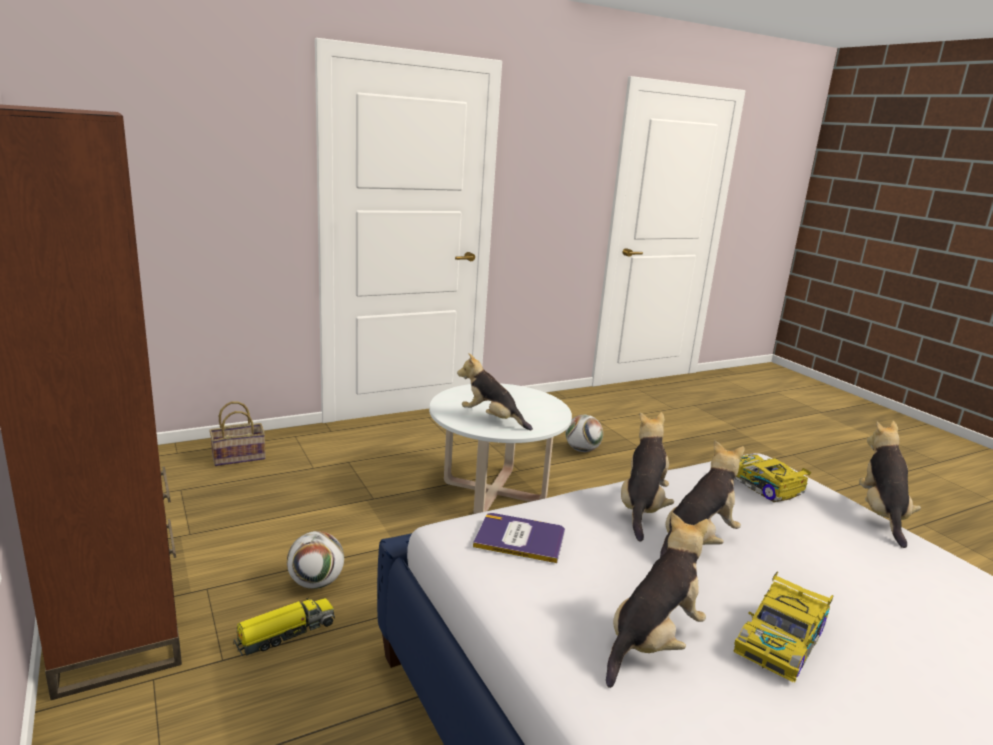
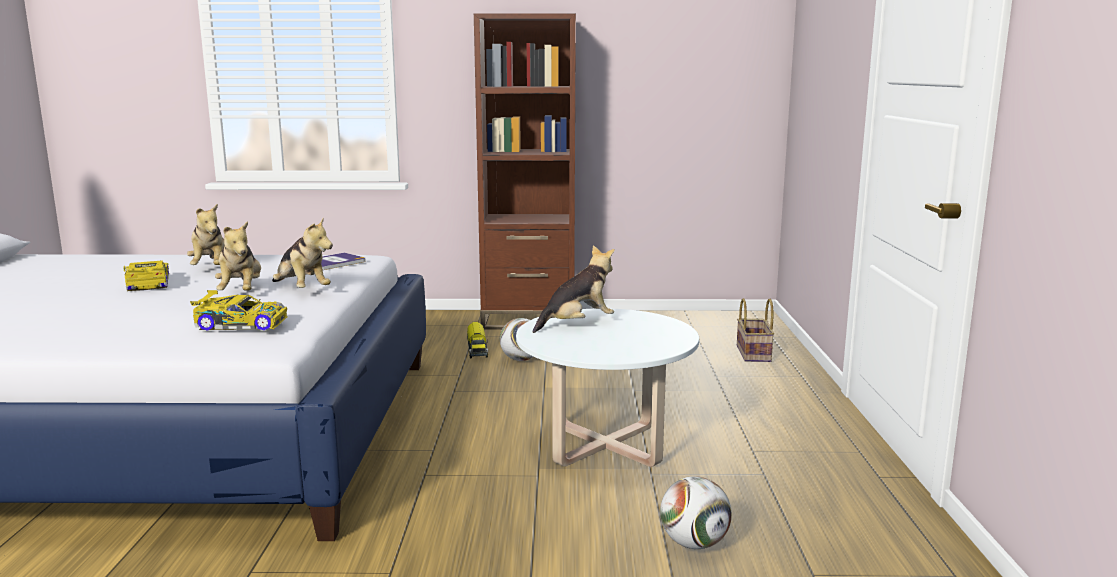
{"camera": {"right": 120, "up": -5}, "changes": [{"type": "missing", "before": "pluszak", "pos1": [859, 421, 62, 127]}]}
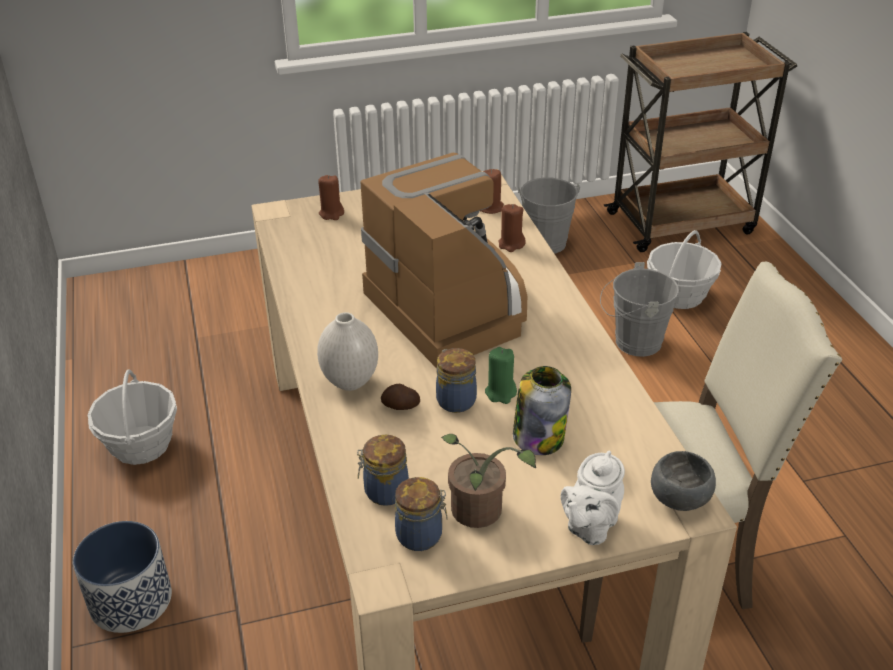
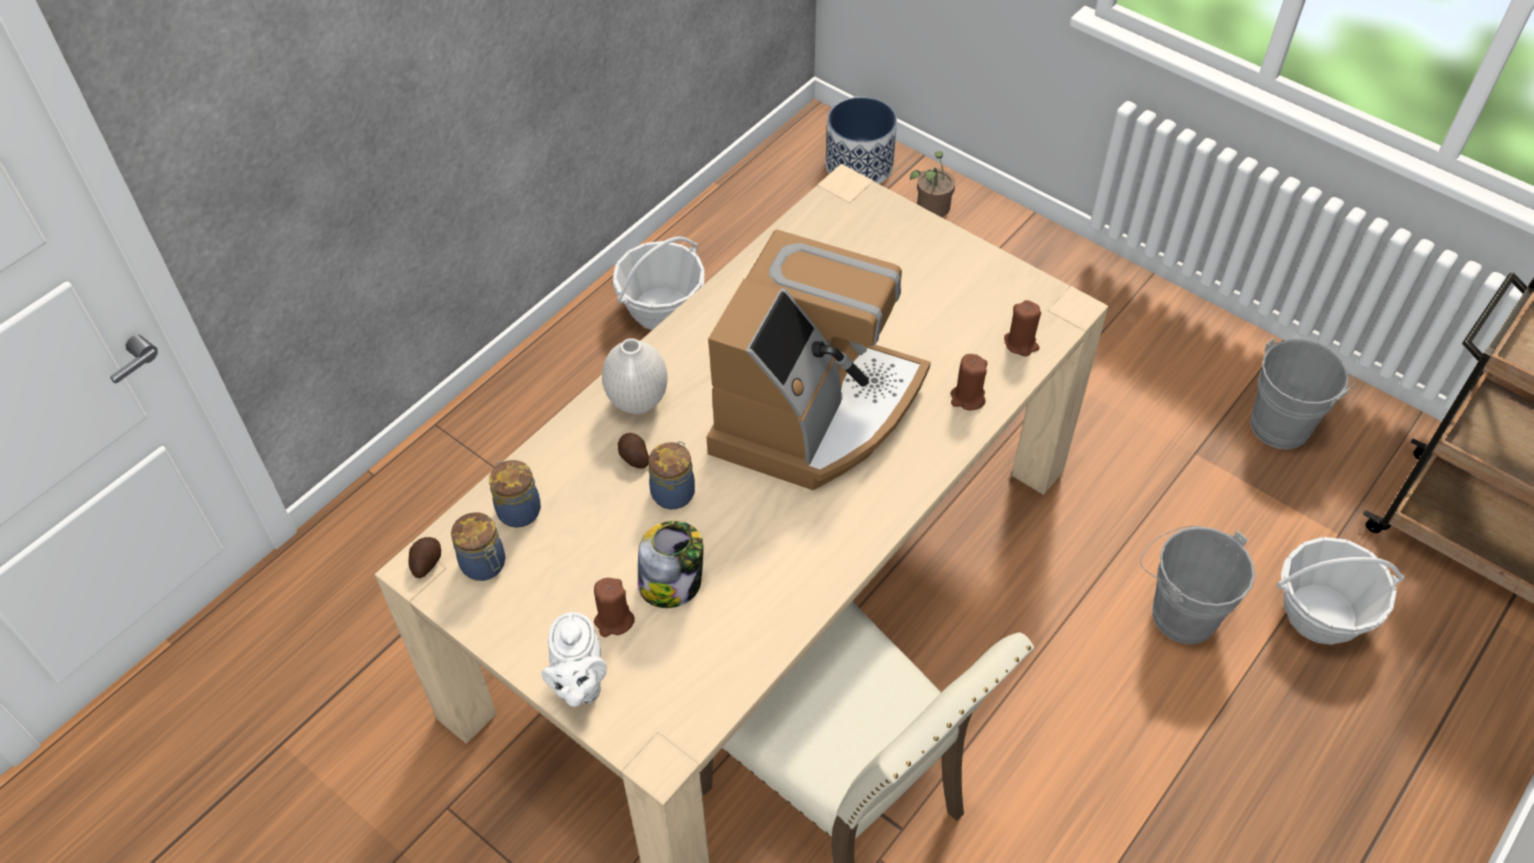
{"camera": {"right": 55, "up": 15}, "changes": [{"type": "missing", "before": "świeca/zielony", "pos1": [485, 347, 32, 57]}, {"type": "missing", "before": "miska/szary", "pos1": [651, 451, 65, 60]}, {"type": "appeared", "after": "ziemniak", "pos2": [408, 537, 33, 41]}, {"type": "relocated", "before": "donica", "pos1": [73, 521, 99, 112], "pos2": [826, 97, 71, 87]}, {"type": "relocated", "before": "świeca/brązowy", "pos1": [318, 175, 26, 45], "pos2": [594, 578, 41, 59]}, {"type": "relocated", "before": "roślina doniczkowa", "pos1": [441, 434, 95, 94], "pos2": [910, 151, 45, 66]}, {"type": "spun", "before": "imbryk/biały", "pos1": [561, 451, 64, 94], "pos2": [541, 612, 66, 95], "turn": -90}]}
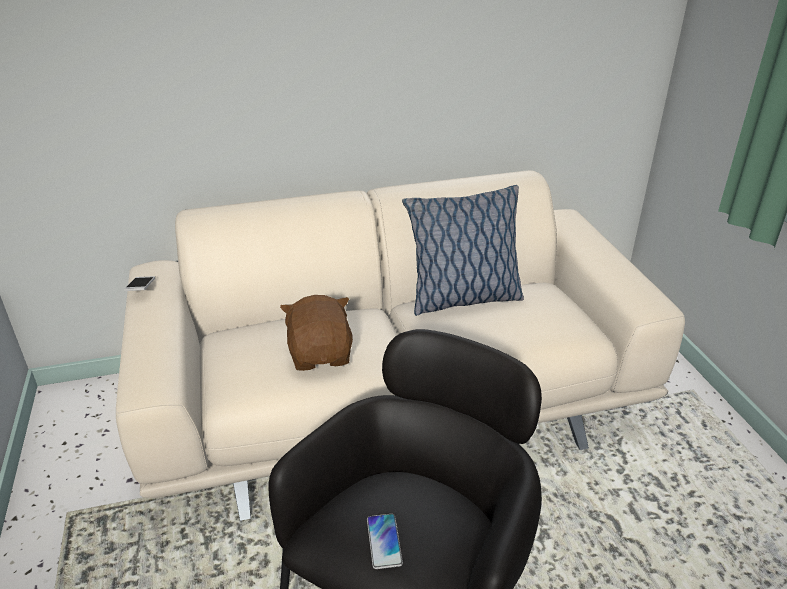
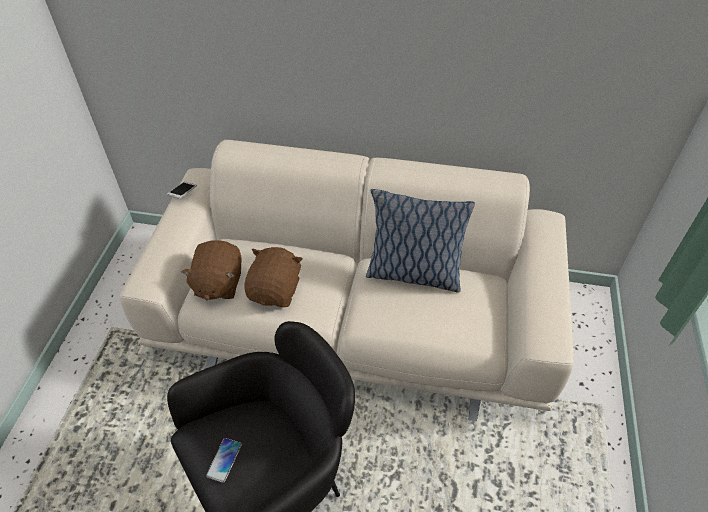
{"camera": {"right": 25, "up": 15}, "changes": [{"type": "appeared", "after": "pluszak/brązowy", "pos2": [181, 240, 61, 60]}]}
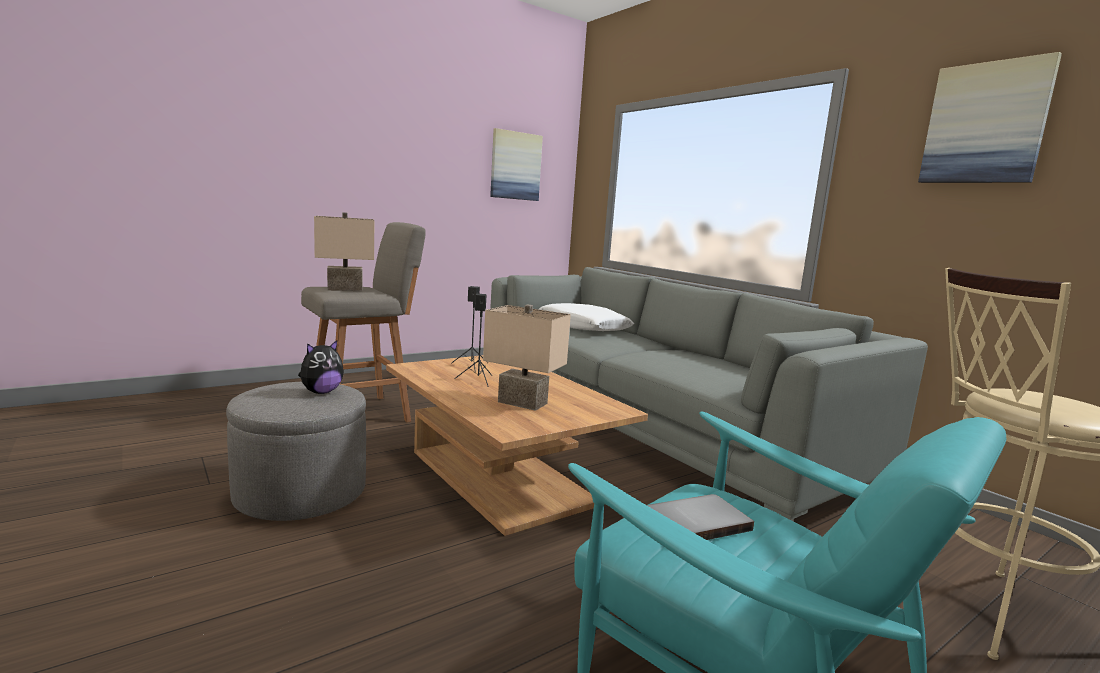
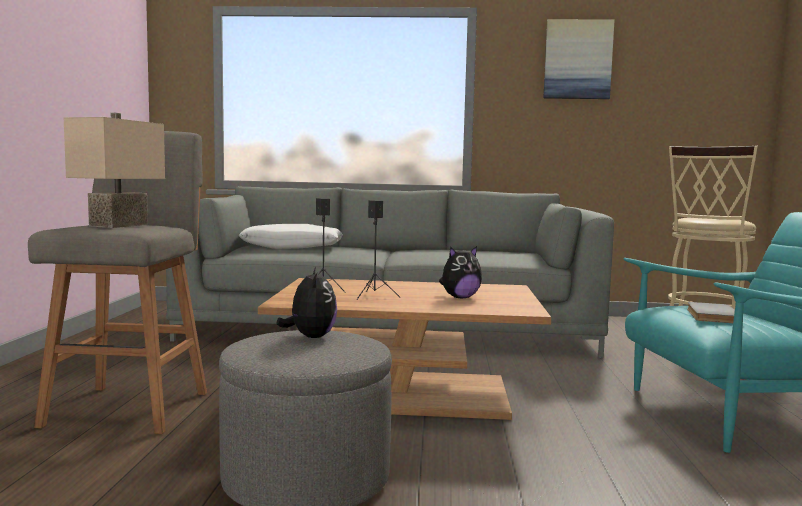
{"camera": {"right": -50, "up": -5}, "changes": [{"type": "missing", "before": "obraz", "pos1": [490, 128, 53, 73]}, {"type": "exchanged", "before": "lampa stołowa/beżowy", "after": "pluszak", "pos1": [483, 304, 88, 107], "pos2": [439, 246, 43, 53]}]}
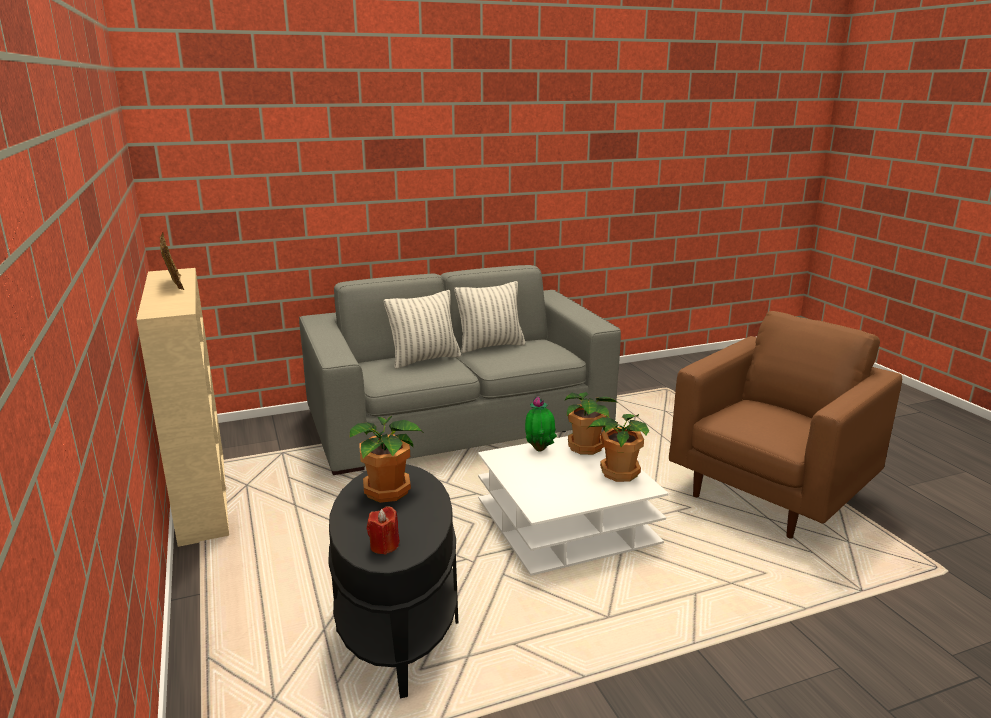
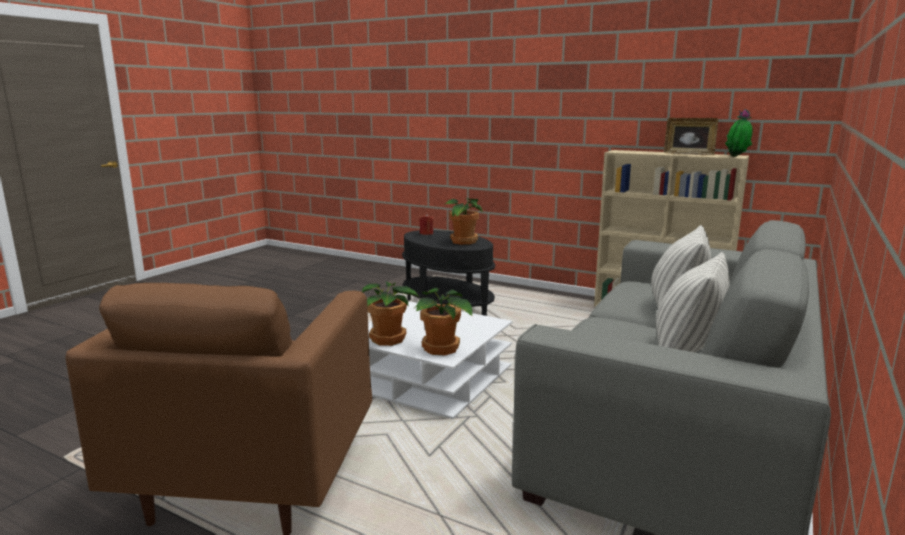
{"camera": {"right": 140, "up": -5}, "changes": [{"type": "relocated", "before": "roślina doniczkowa", "pos1": [525, 396, 32, 55], "pos2": [725, 109, 28, 48]}]}
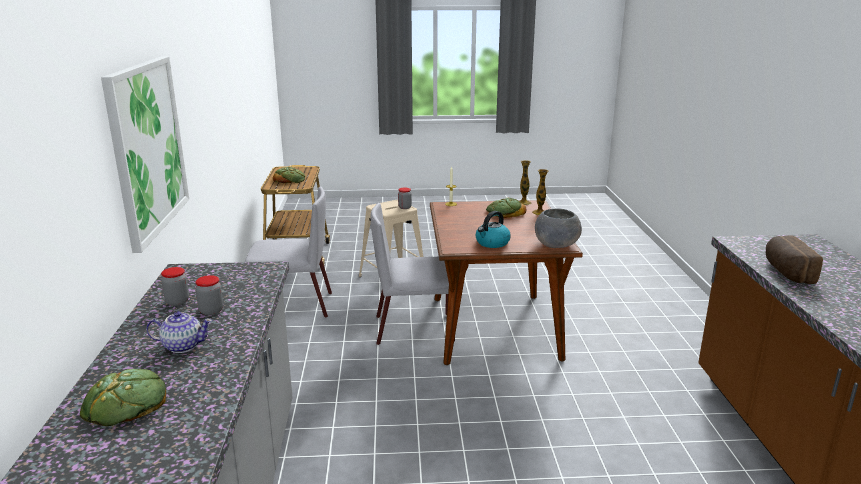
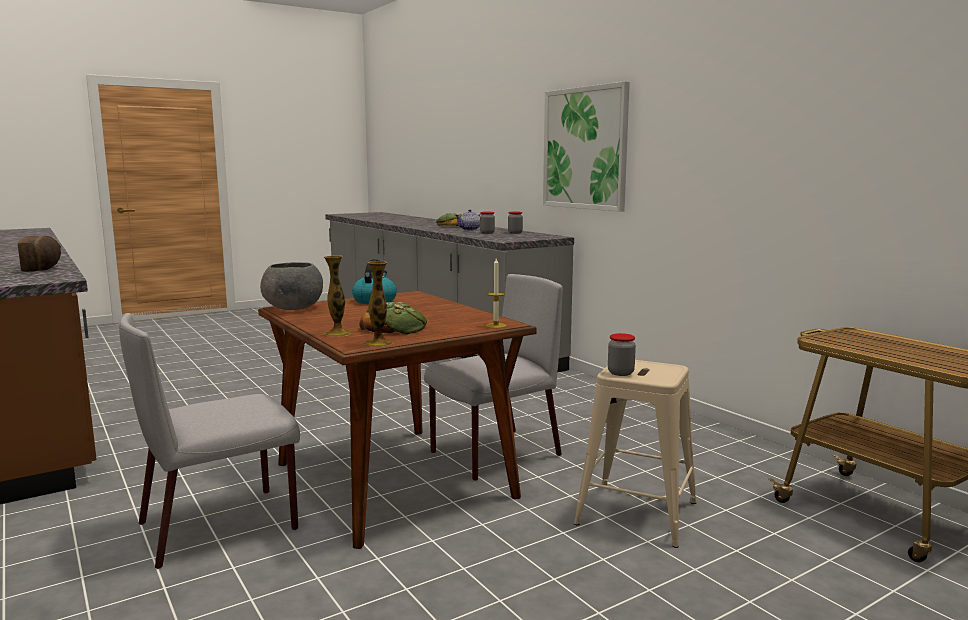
{"camera": {"right": 150, "up": -10}, "changes": [{"type": "missing", "before": "chleb", "pos1": [273, 167, 33, 16]}, {"type": "relocated", "before": "krzesło/szary", "pos1": [245, 186, 87, 132], "pos2": [119, 313, 181, 256]}]}
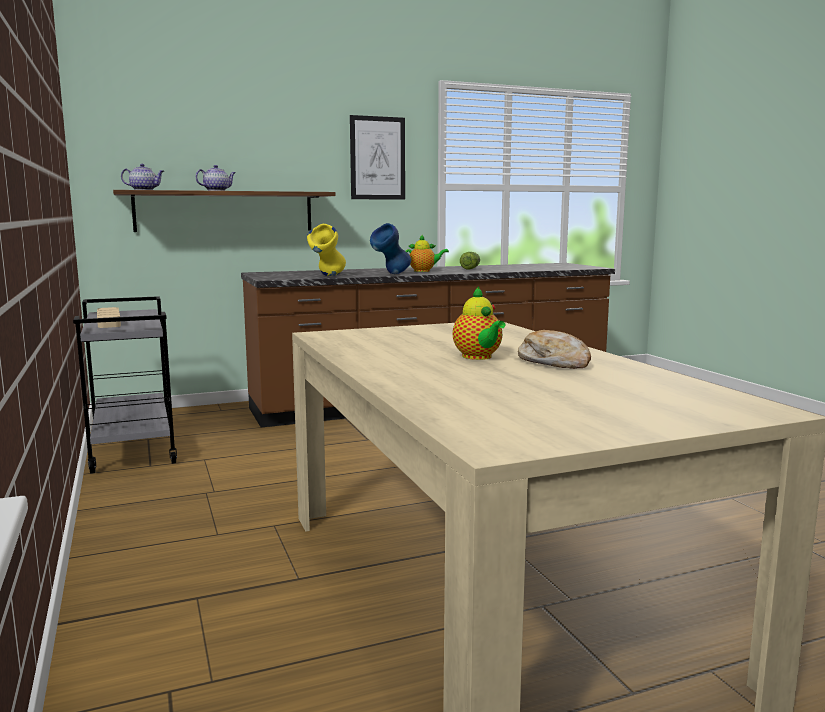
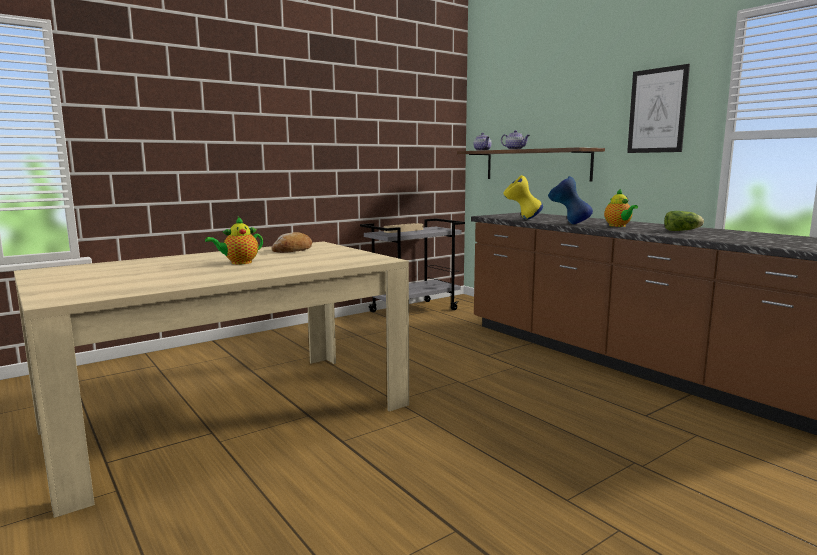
{"camera": {"right": 75, "up": 0}, "changes": [{"type": "relocated", "before": "chleb", "pos1": [518, 330, 73, 39], "pos2": [271, 232, 41, 21]}]}
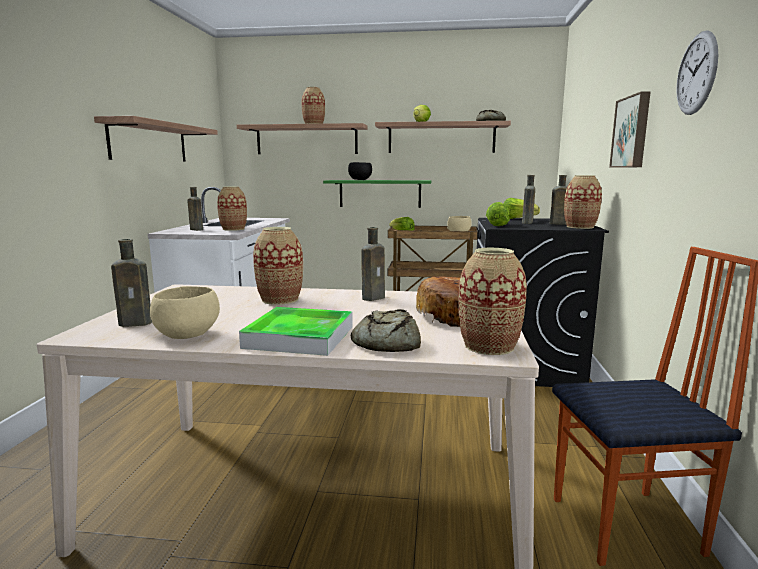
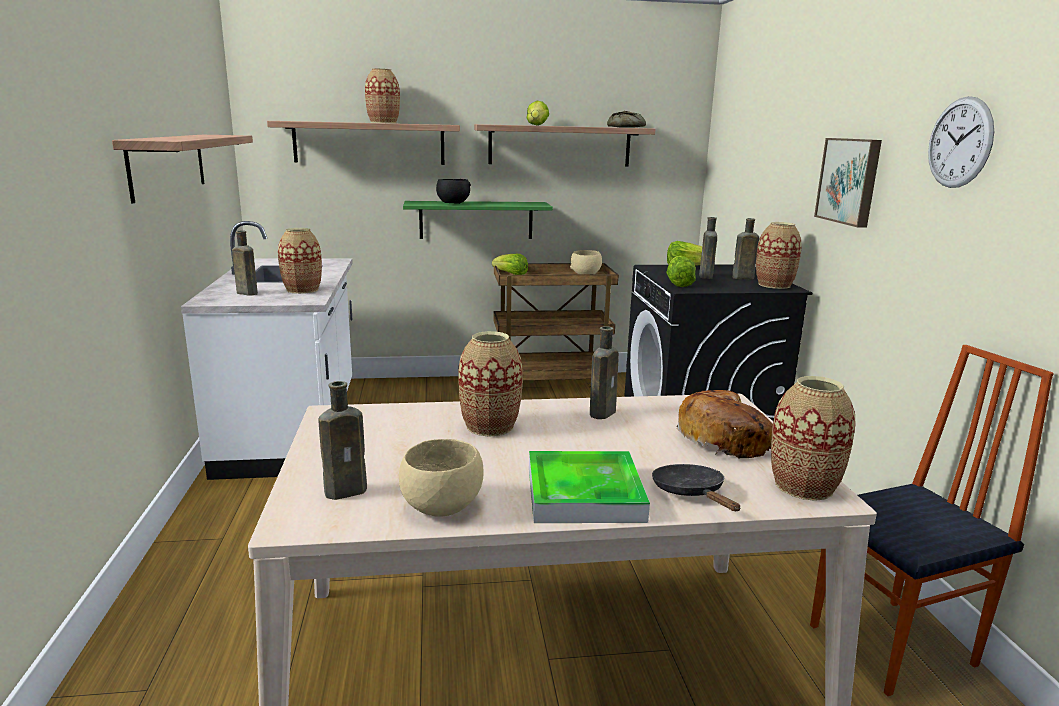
{"camera": {"right": -15, "up": 5}, "changes": [{"type": "exchanged", "before": "chleb", "after": "patelnia/czarny", "pos1": [351, 309, 70, 43], "pos2": [652, 464, 88, 47]}]}
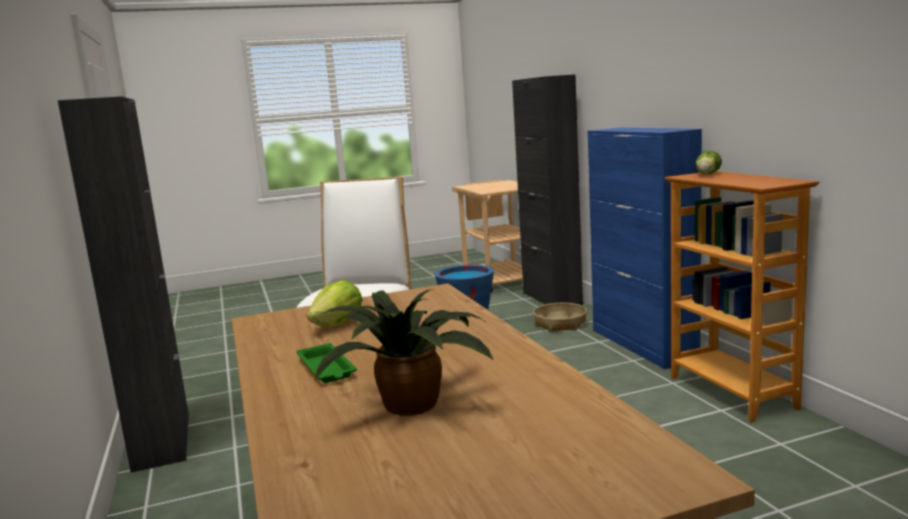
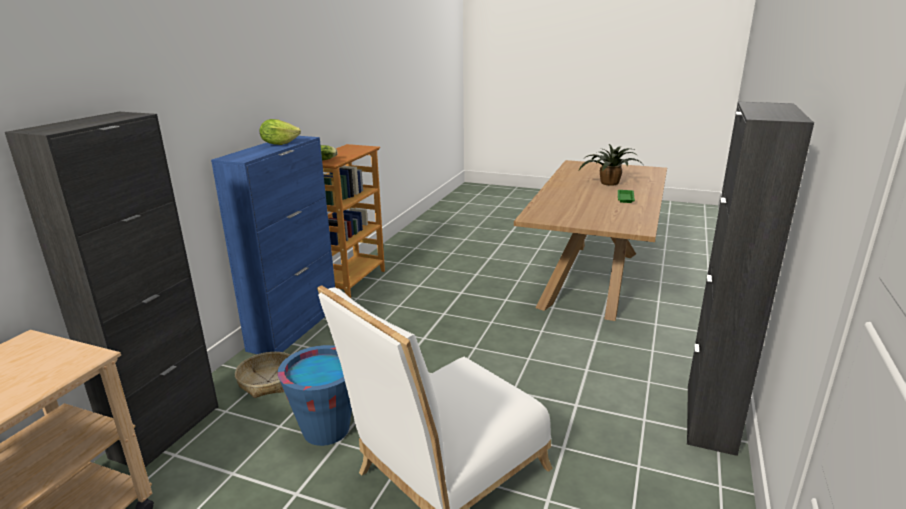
{"camera": {"right": -140, "up": 10}, "changes": [{"type": "relocated", "before": "sałata", "pos1": [307, 280, 56, 47], "pos2": [260, 119, 41, 26]}]}
